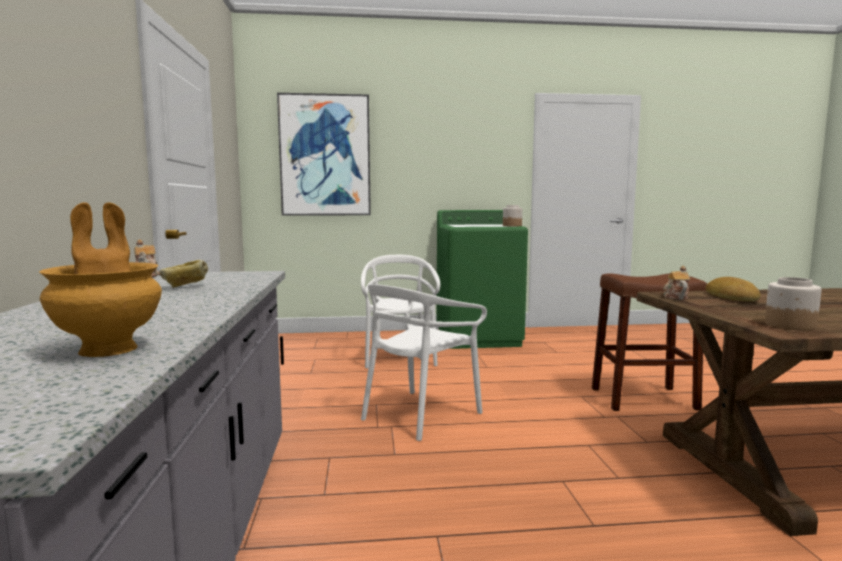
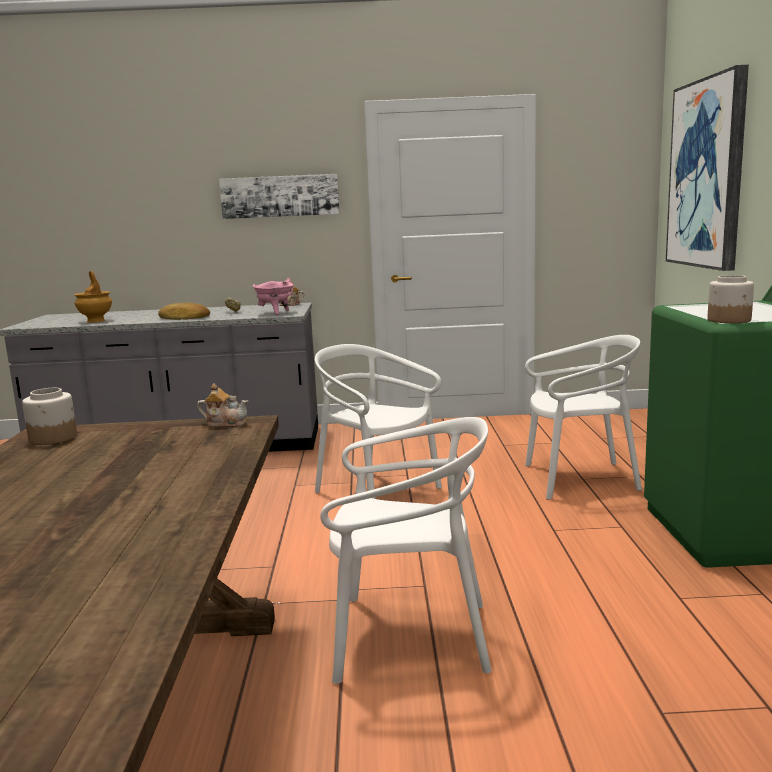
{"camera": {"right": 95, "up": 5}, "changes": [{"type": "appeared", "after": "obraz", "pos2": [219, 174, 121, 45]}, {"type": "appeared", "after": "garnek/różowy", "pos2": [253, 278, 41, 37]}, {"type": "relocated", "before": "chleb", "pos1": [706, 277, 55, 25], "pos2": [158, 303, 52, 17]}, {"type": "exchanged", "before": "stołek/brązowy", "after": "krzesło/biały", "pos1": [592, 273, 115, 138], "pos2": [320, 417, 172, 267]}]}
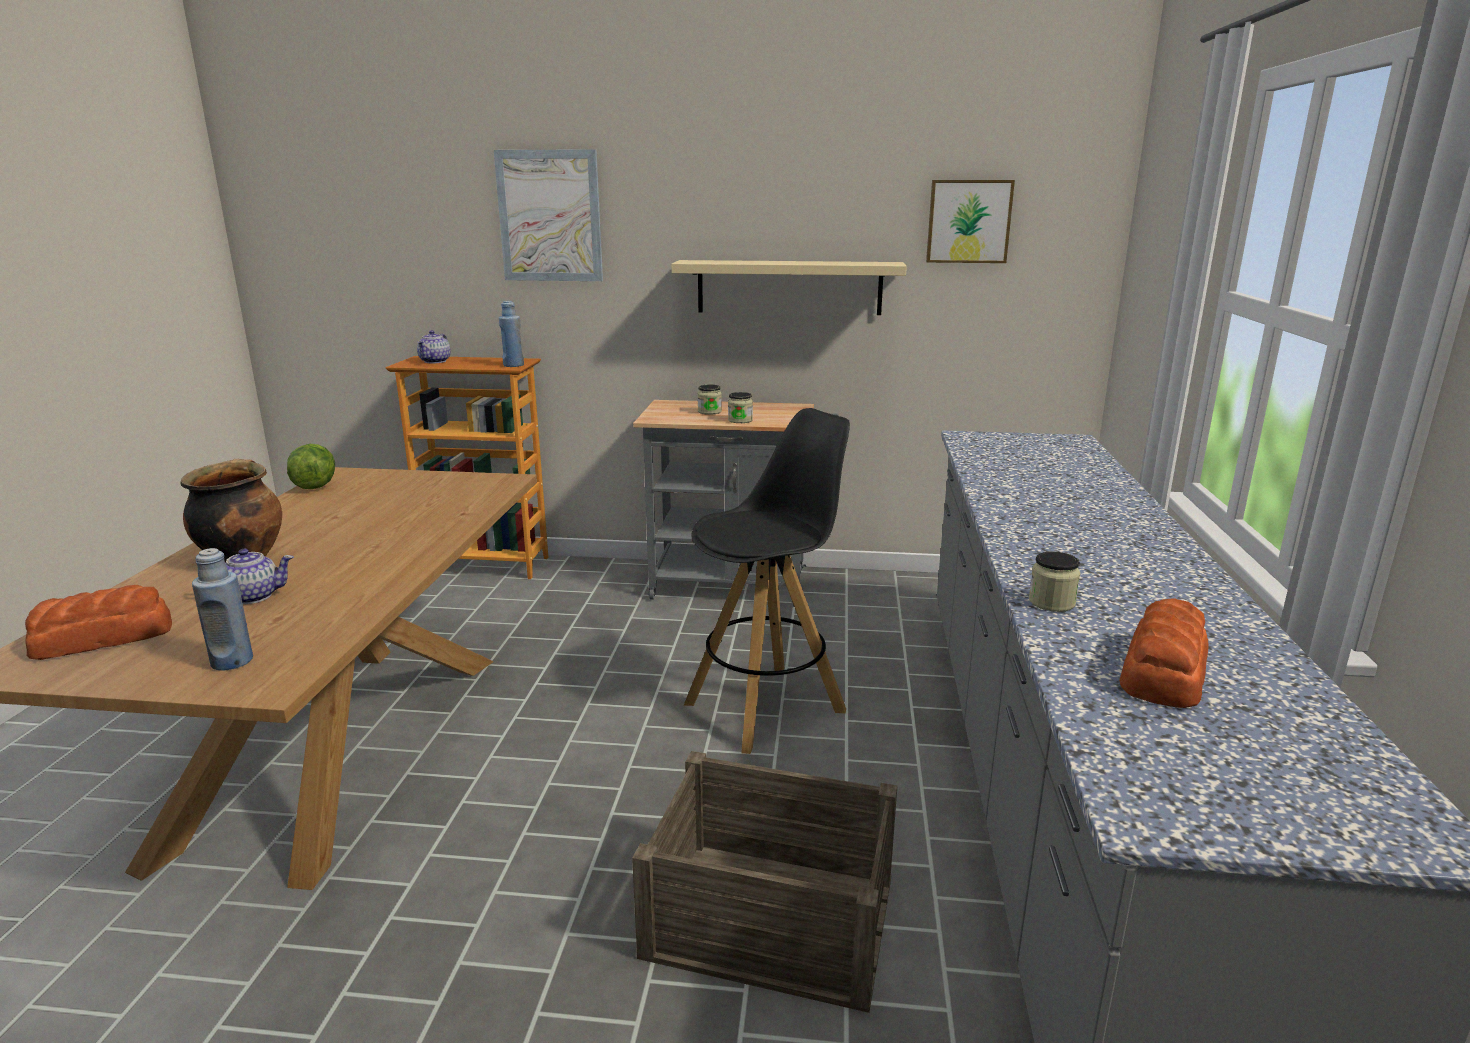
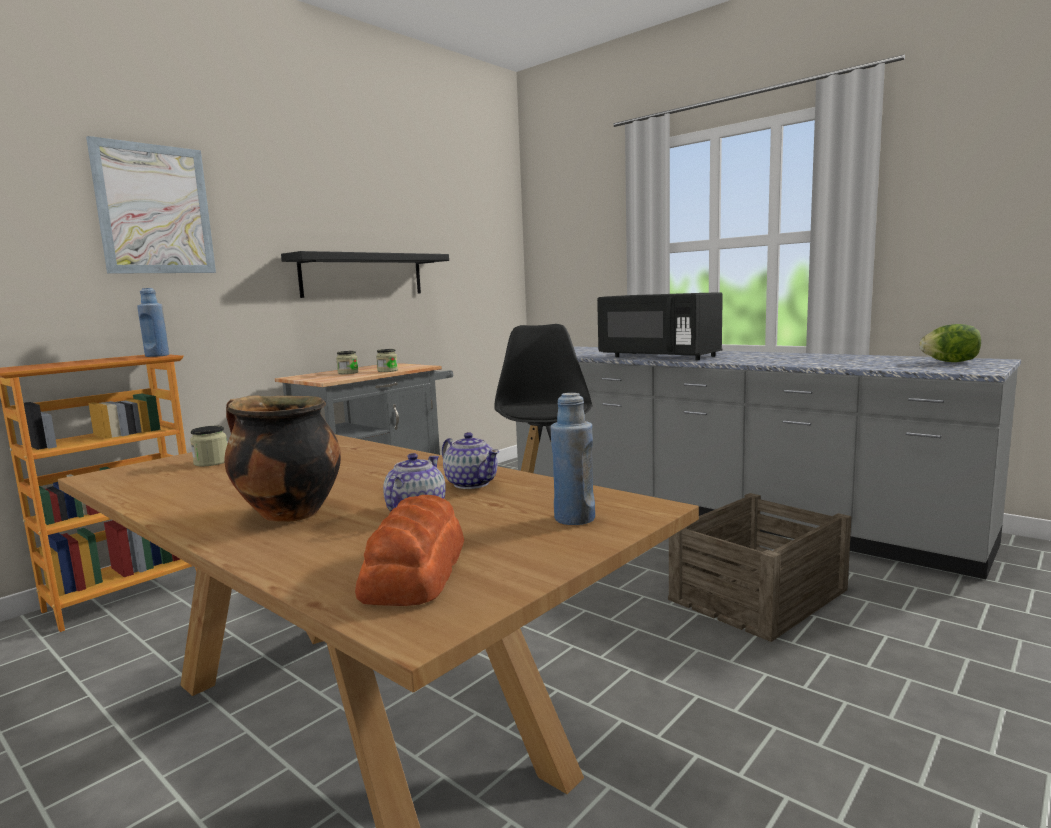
{"camera": {"right": -55, "up": -10}, "changes": [{"type": "missing", "before": "obraz", "pos1": [926, 180, 89, 83]}, {"type": "missing", "before": "chleb", "pos1": [1119, 598, 89, 110]}, {"type": "appeared", "after": "mikrofalówka/czarny", "pos2": [597, 292, 126, 68]}, {"type": "relocated", "before": "sałata", "pos1": [287, 444, 48, 45], "pos2": [920, 324, 61, 38]}, {"type": "relocated", "before": "imbryk", "pos1": [417, 330, 34, 33], "pos2": [442, 432, 57, 57]}, {"type": "relocated", "before": "słoik", "pos1": [1029, 551, 51, 61], "pos2": [190, 426, 37, 40]}, {"type": "colour", "before": "półka/beżowy", "after": "półka/czarny", "pos1": [671, 260, 236, 55], "pos2": [281, 251, 168, 47]}]}
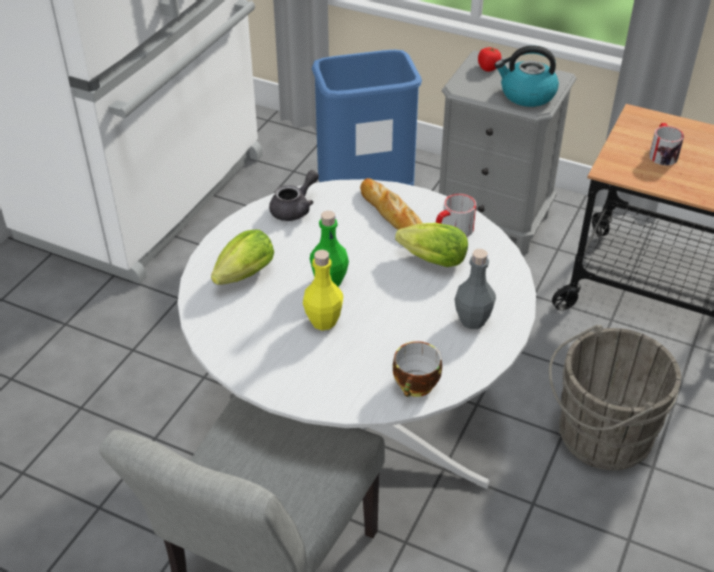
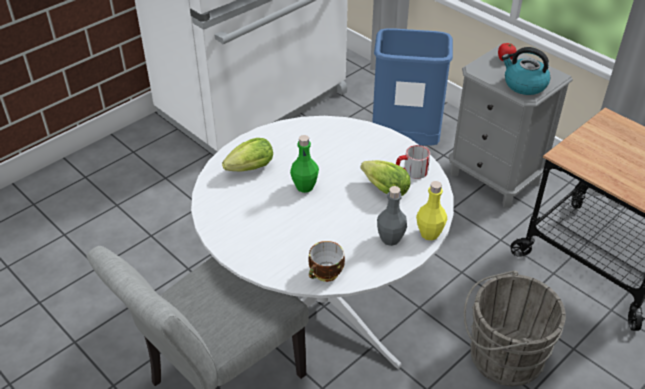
{"camera": {"right": 20, "up": 0}, "changes": [{"type": "missing", "before": "imbryk/szary", "pos1": [269, 170, 50, 51]}, {"type": "missing", "before": "chleb", "pos1": [360, 178, 63, 52]}, {"type": "missing", "before": "kubek", "pos1": [649, 123, 35, 42]}, {"type": "relocated", "before": "butelka/żółty", "pos1": [303, 250, 40, 80], "pos2": [416, 181, 31, 59]}]}
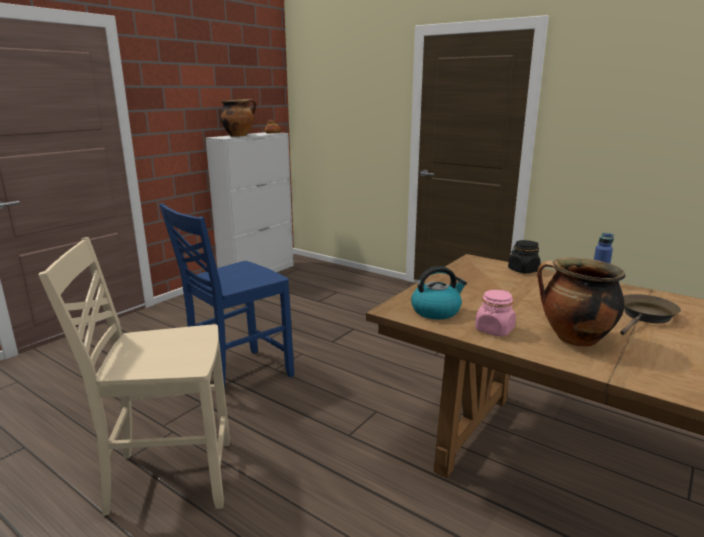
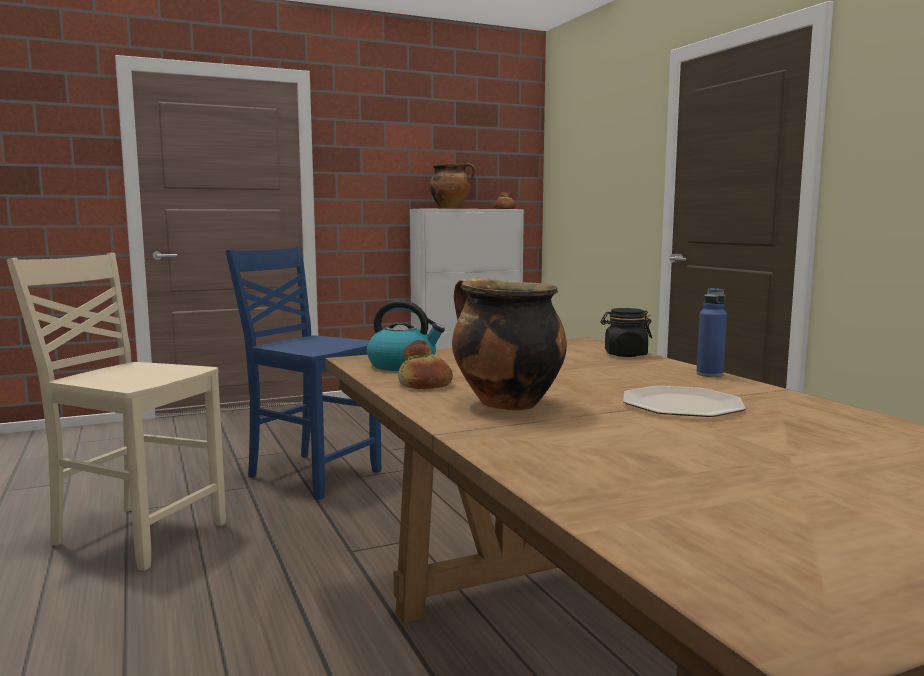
{"camera": {"right": 30, "up": -10}, "changes": [{"type": "exchanged", "before": "słoik/różowy", "after": "chleb", "pos1": [475, 290, 41, 46], "pos2": [398, 340, 55, 49]}, {"type": "exchanged", "before": "patelnia/brązowy", "after": "talerz", "pos1": [620, 294, 61, 41], "pos2": [623, 386, 123, 31]}, {"type": "spun", "before": "krzesło/niebieski", "pos1": [159, 203, 135, 186], "pos2": [226, 246, 155, 254], "turn": 45}]}
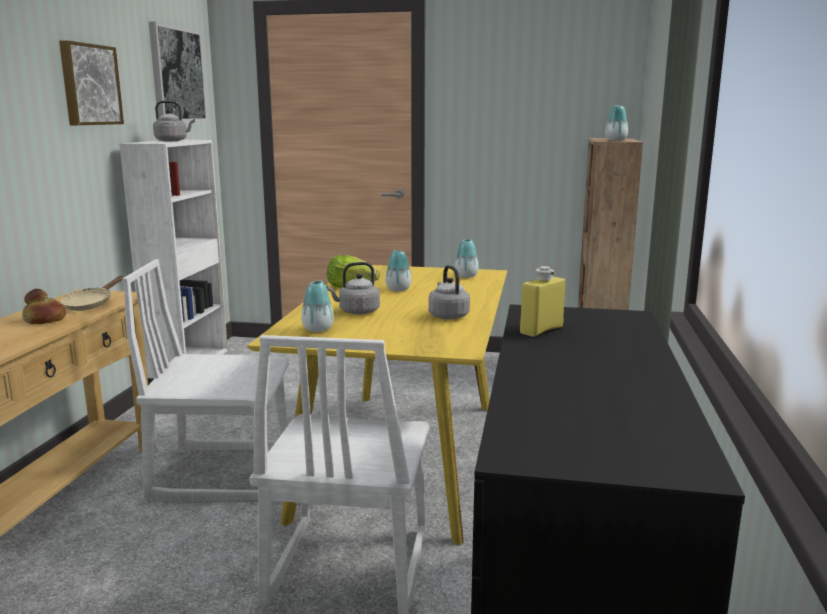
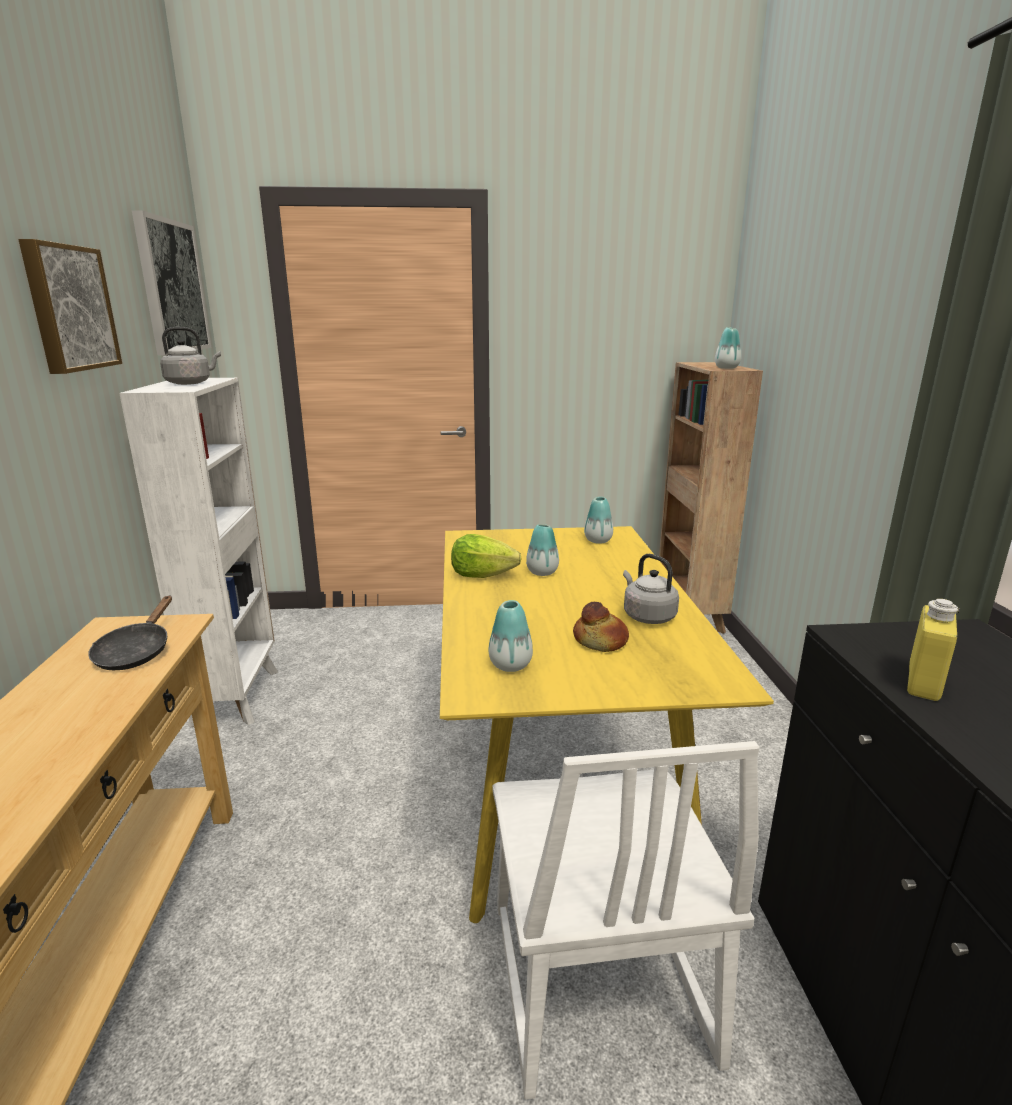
{"camera": {"right": -15, "up": 5}, "changes": [{"type": "missing", "before": "krzesło/biały", "pos1": [123, 259, 166, 243]}, {"type": "missing", "before": "czajnik/szary", "pos1": [327, 262, 53, 53]}, {"type": "relocated", "before": "chleb", "pos1": [22, 289, 44, 35], "pos2": [573, 602, 56, 50]}, {"type": "colour", "before": "patelnia/beżowy", "after": "patelnia/czarny", "pos1": [60, 276, 64, 35], "pos2": [88, 595, 84, 75]}]}
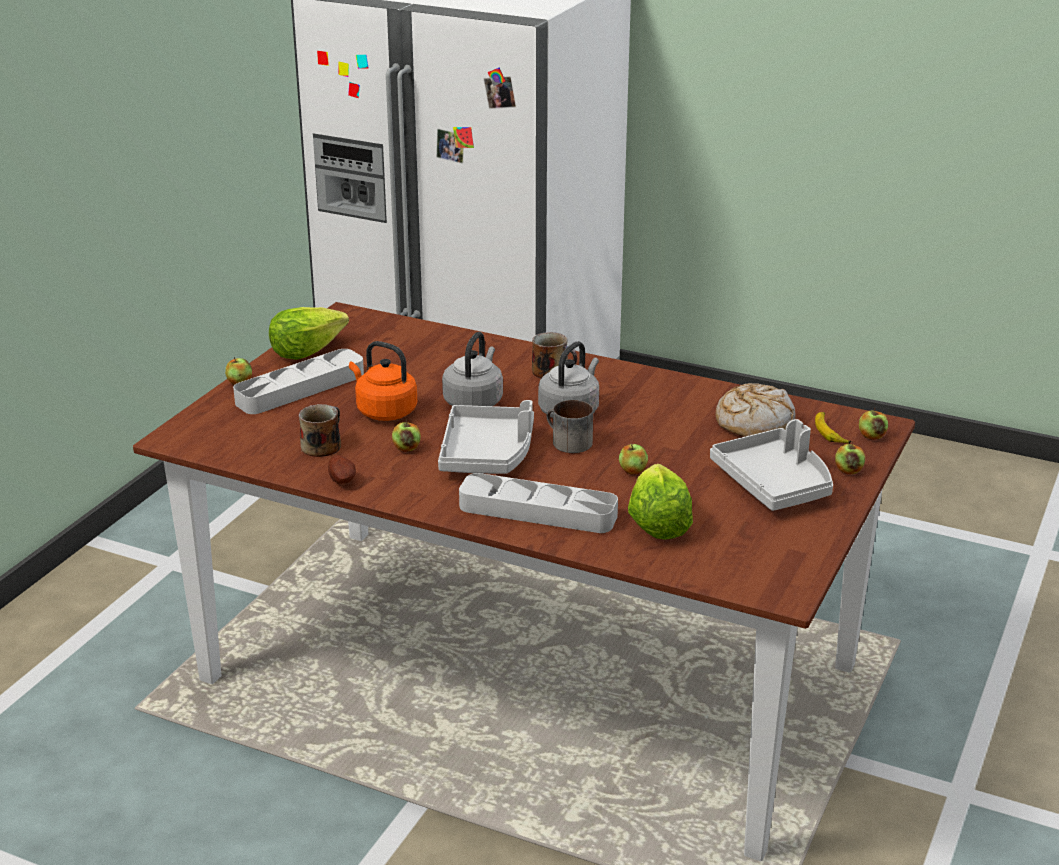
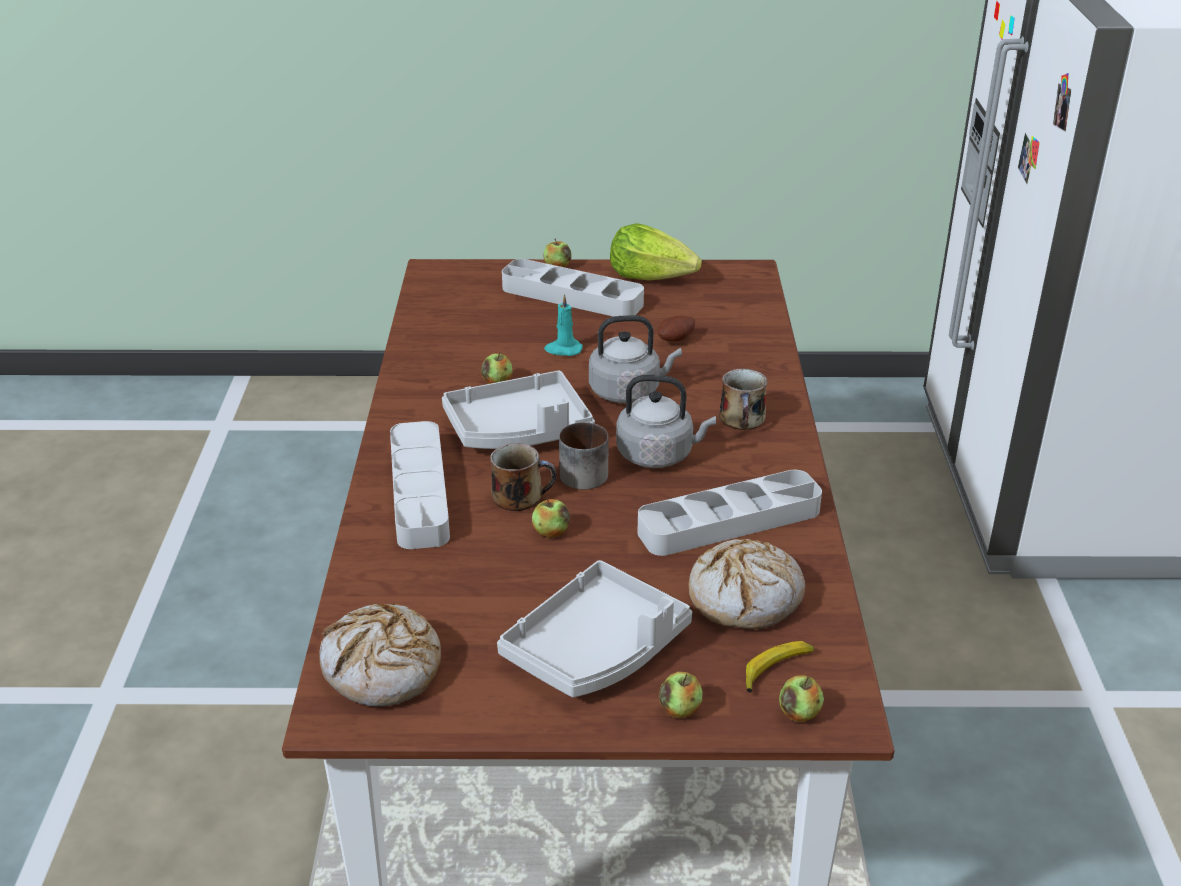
{"camera": {"right": 65, "up": 5}, "changes": [{"type": "missing", "before": "sałata", "pos1": [628, 464, 65, 76]}, {"type": "appeared", "after": "chleb", "pos2": [319, 604, 122, 102]}, {"type": "appeared", "after": "taca/szary", "pos2": [637, 470, 185, 86]}, {"type": "relocated", "before": "kubek", "pos1": [299, 404, 42, 53], "pos2": [490, 443, 67, 68]}, {"type": "relocated", "before": "ziemniak", "pos1": [328, 455, 28, 29], "pos2": [658, 316, 37, 26]}, {"type": "exchanged", "before": "czajnik/pomarańczowy", "after": "świeca/turkusowy", "pos1": [349, 341, 68, 80], "pos2": [544, 294, 39, 62]}]}
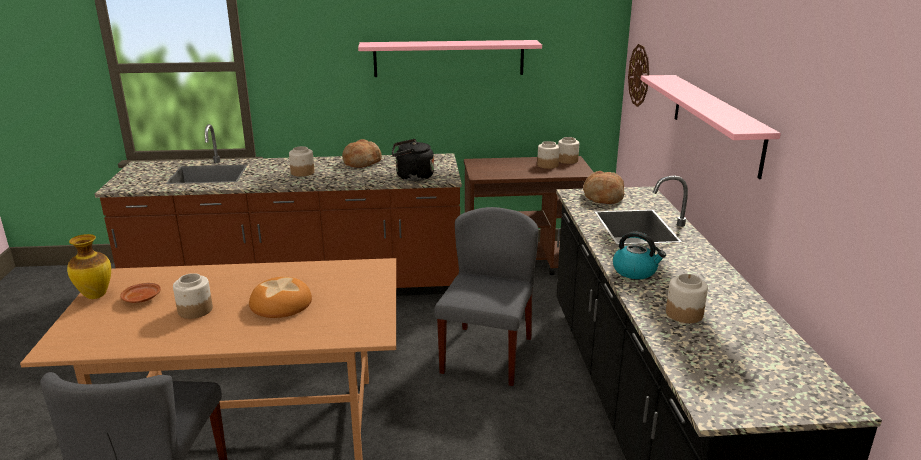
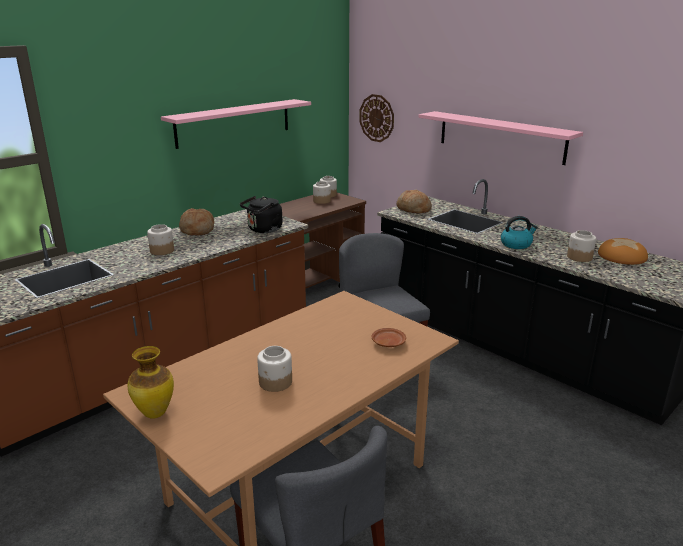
{"camera": {"right": -40, "up": 0}, "changes": [{"type": "relocated", "before": "talerz/brązowy", "pos1": [120, 283, 41, 20], "pos2": [372, 328, 34, 19]}, {"type": "relocated", "before": "chleb", "pos1": [249, 277, 63, 41], "pos2": [598, 238, 50, 27]}]}
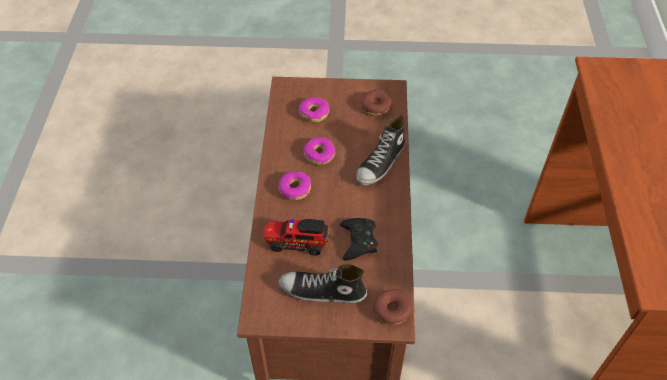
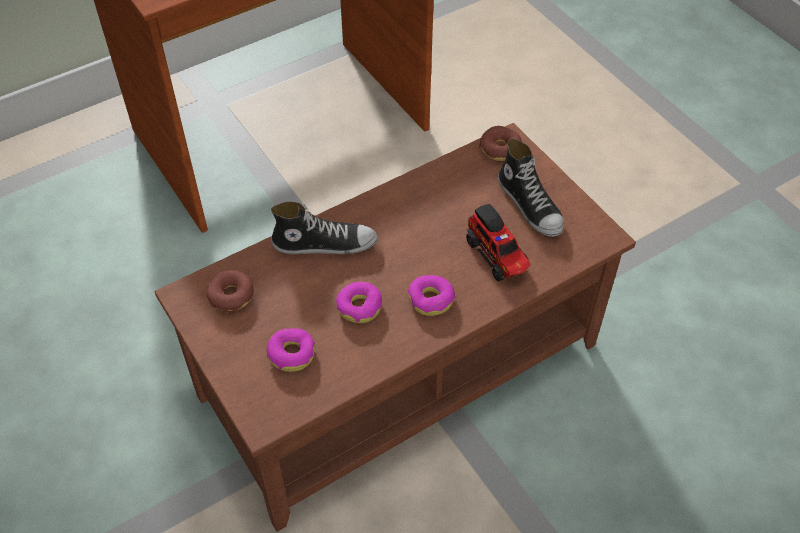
{"camera": {"right": -125, "up": 0}, "changes": [{"type": "missing", "before": "pad do gier/czarny", "pos1": [340, 218, 38, 43]}]}
